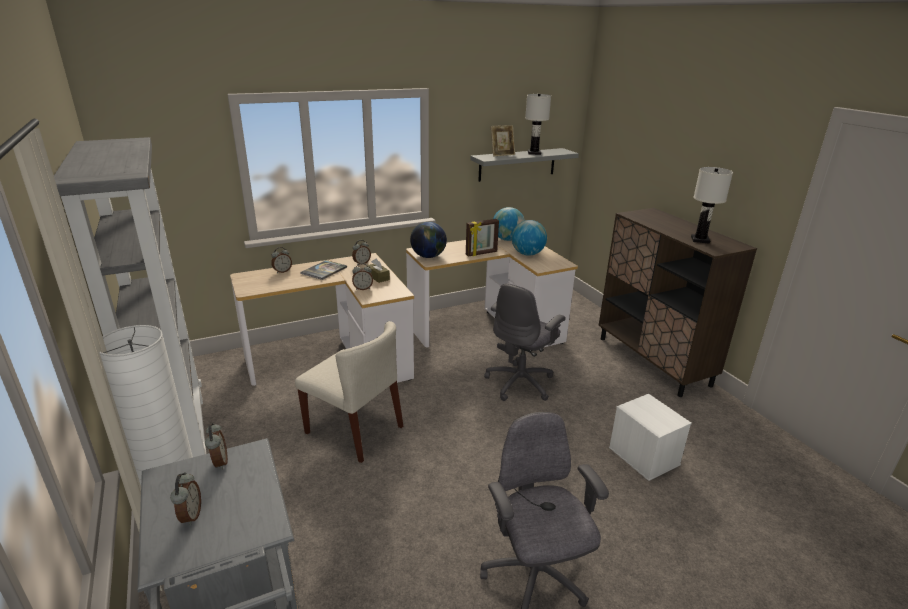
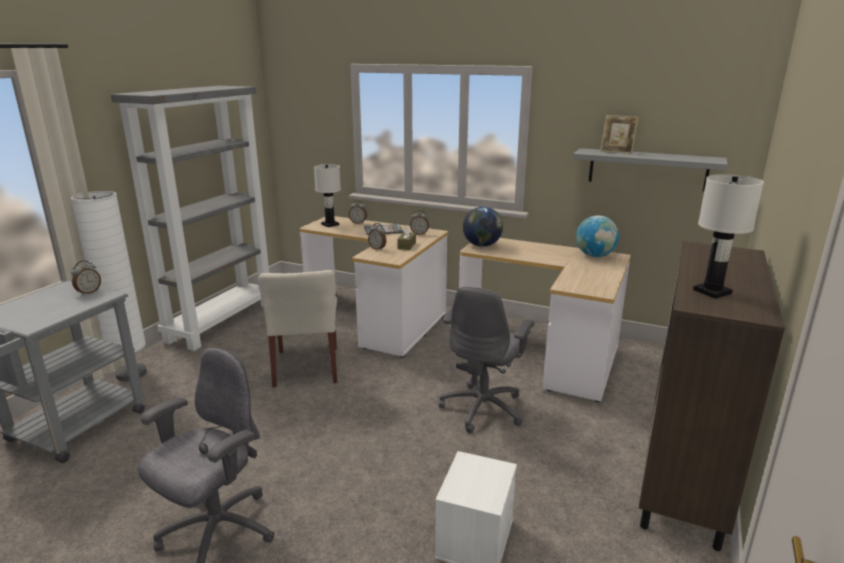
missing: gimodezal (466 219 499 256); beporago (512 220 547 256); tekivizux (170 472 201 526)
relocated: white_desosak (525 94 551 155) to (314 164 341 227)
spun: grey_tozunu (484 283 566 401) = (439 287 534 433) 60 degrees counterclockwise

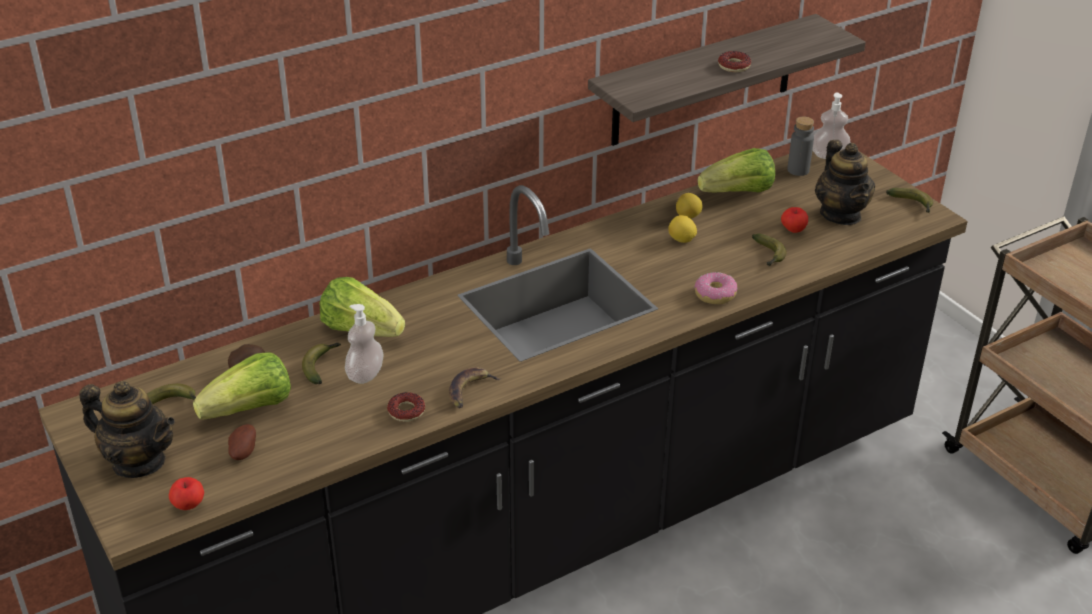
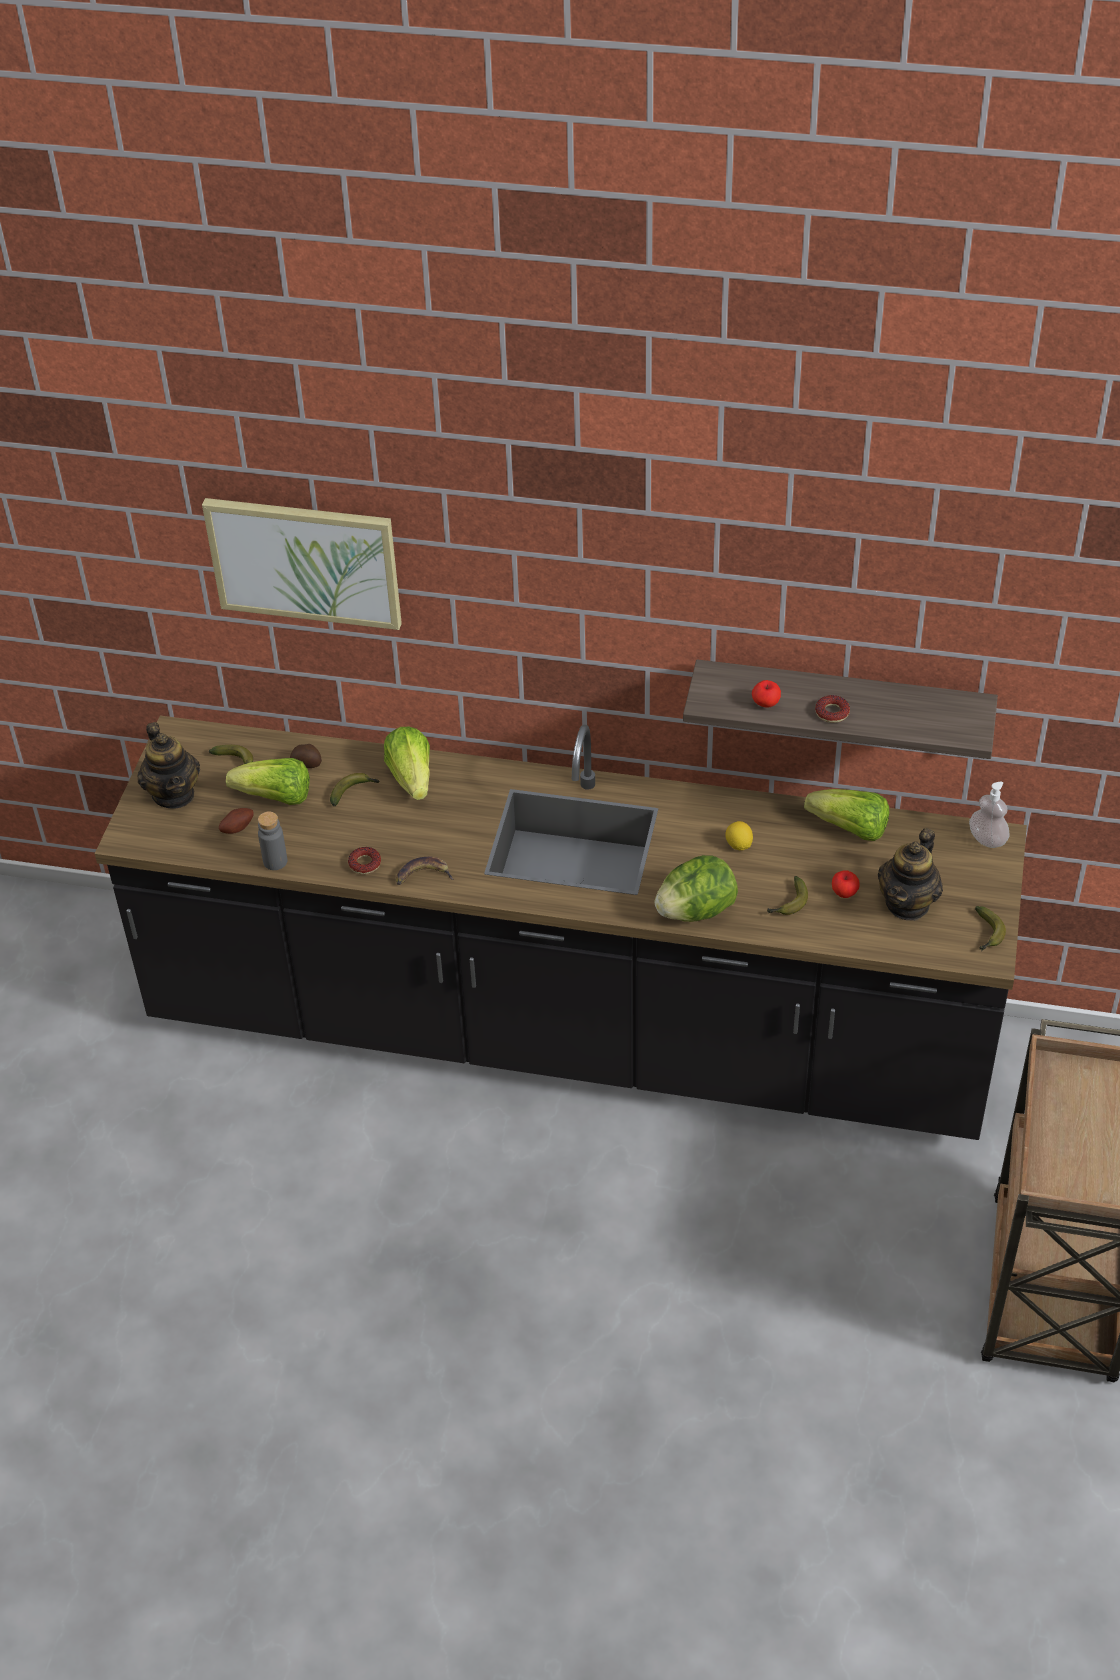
missing: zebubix (676 193 703 218); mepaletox (345 304 384 384)
appeared: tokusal (202 498 402 630)
relocated: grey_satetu (788 116 814 176) to (258 812 287 870); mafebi (169 477 204 510) to (752 680 781 708)
exchanged: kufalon (694 272 737 304) to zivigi (654 855 738 922)

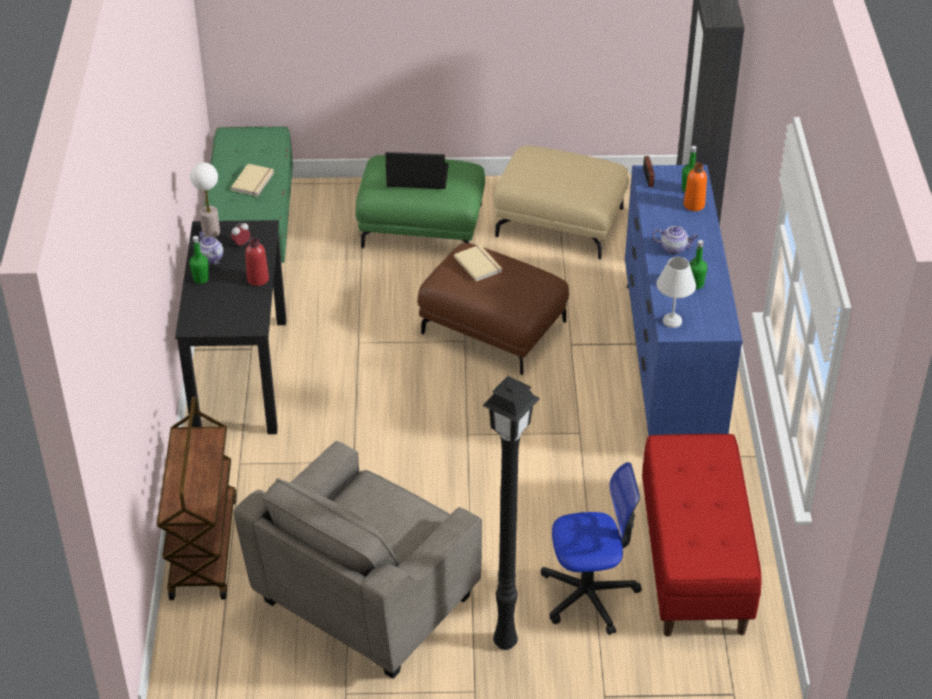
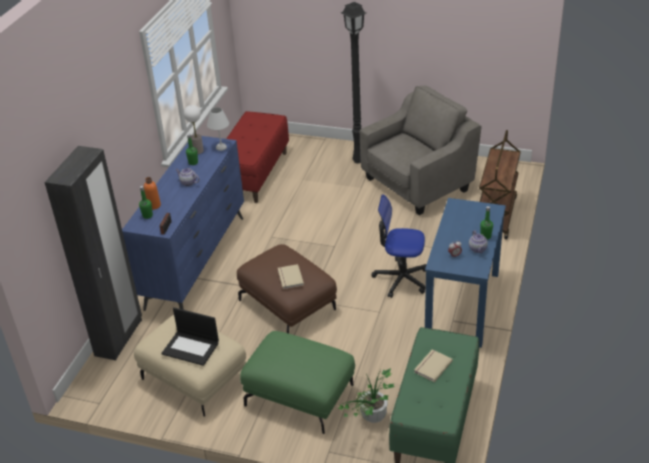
missing: red_satetu (245 237 269 286)
appeared: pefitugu (338 368 395 423)
relocated: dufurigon (385 152 449 189) to (161 307 219 366); desosak (190 163 220 237) to (184 105 204 154); tozunu (541 462 642 635) to (371 194 427 298)
colour: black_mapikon (175 220 286 434) to blue_mapikon (425 198 506 348)

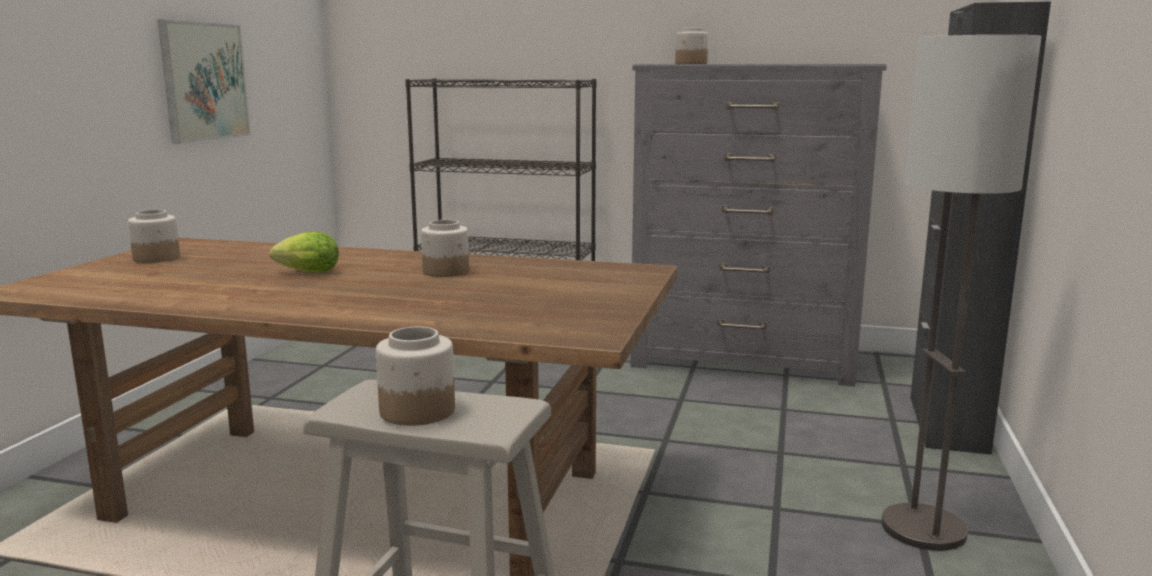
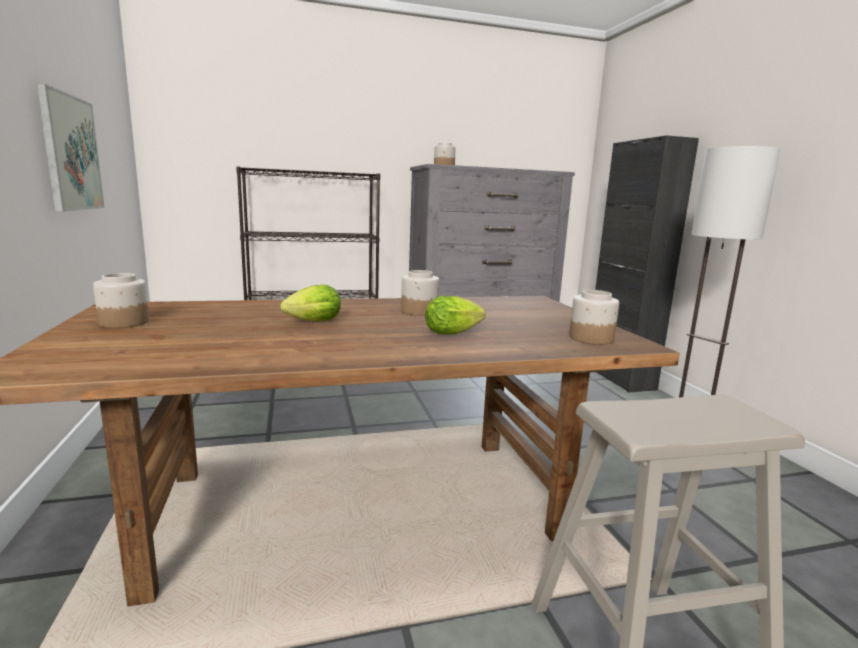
appeared: zivigi (425 296 485 334)
relocated: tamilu (376 327 455 426) to (569 290 619 345)

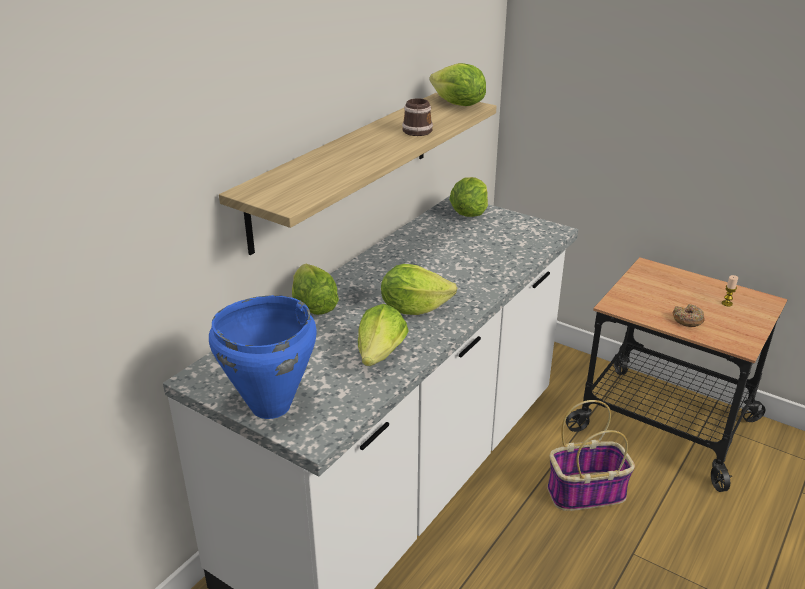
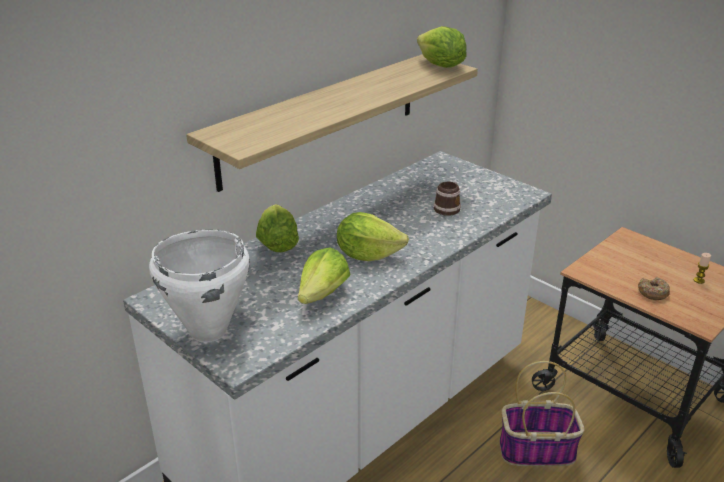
missing: zivigi (449 177 488 217)
relocated: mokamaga (402 98 433 136) to (434 182 461 216)
colour: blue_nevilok (209 295 317 419) to white_nevilok (149 229 250 342)

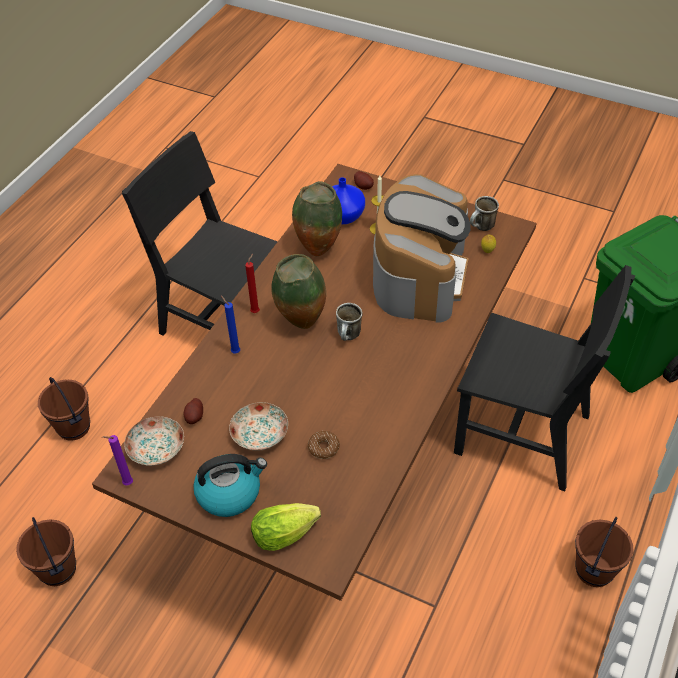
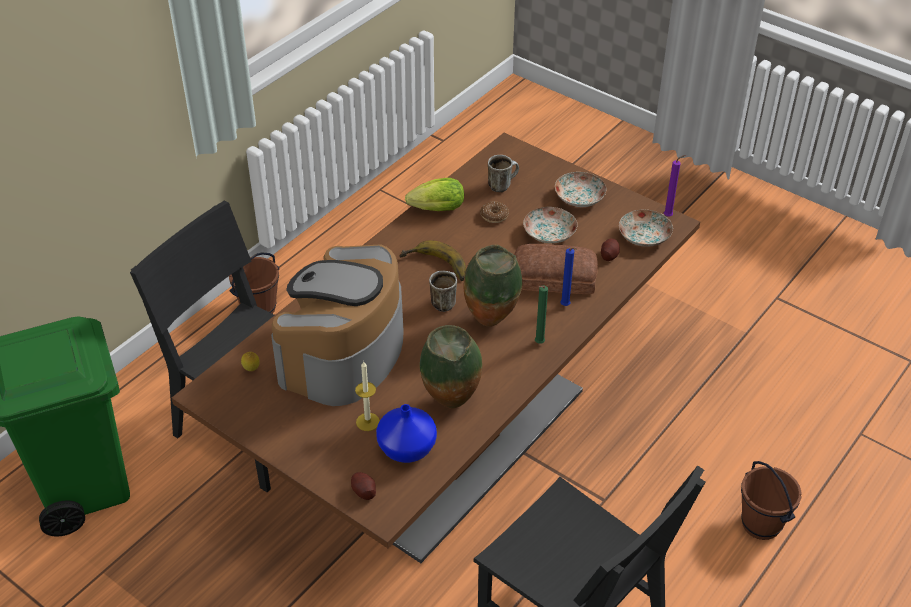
missing: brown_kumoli (16 517 76 586)
appeared: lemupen (400 240 466 281); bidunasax (514 244 598 294)
relocated: mokamaga (470 196 499 231) to (488 155 519 192); zivigi (251 503 321 551) to (405 178 464 211)
exchanged: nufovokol (193 454 267 517) to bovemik (555 172 607 207)
colour: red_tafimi (245 254 260 313) to green_tafimi (535 286 548 344)

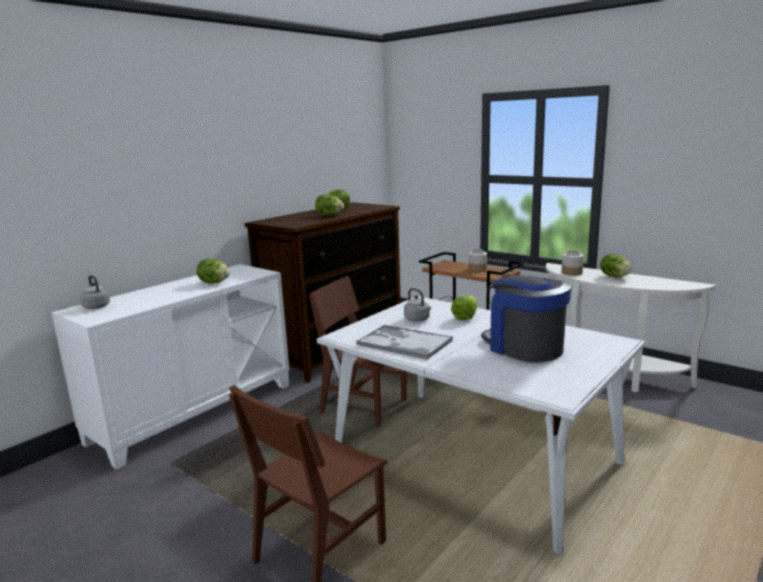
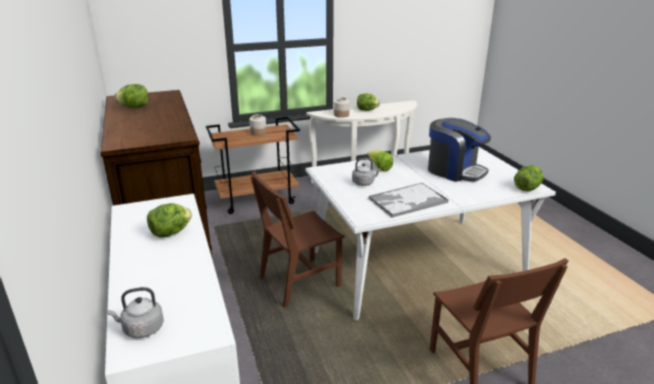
relocated: zivigi (315 194 344 216) to (514 165 543 191)
spun: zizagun (481 274 572 363) = (428 118 491 182) 135 degrees counterclockwise

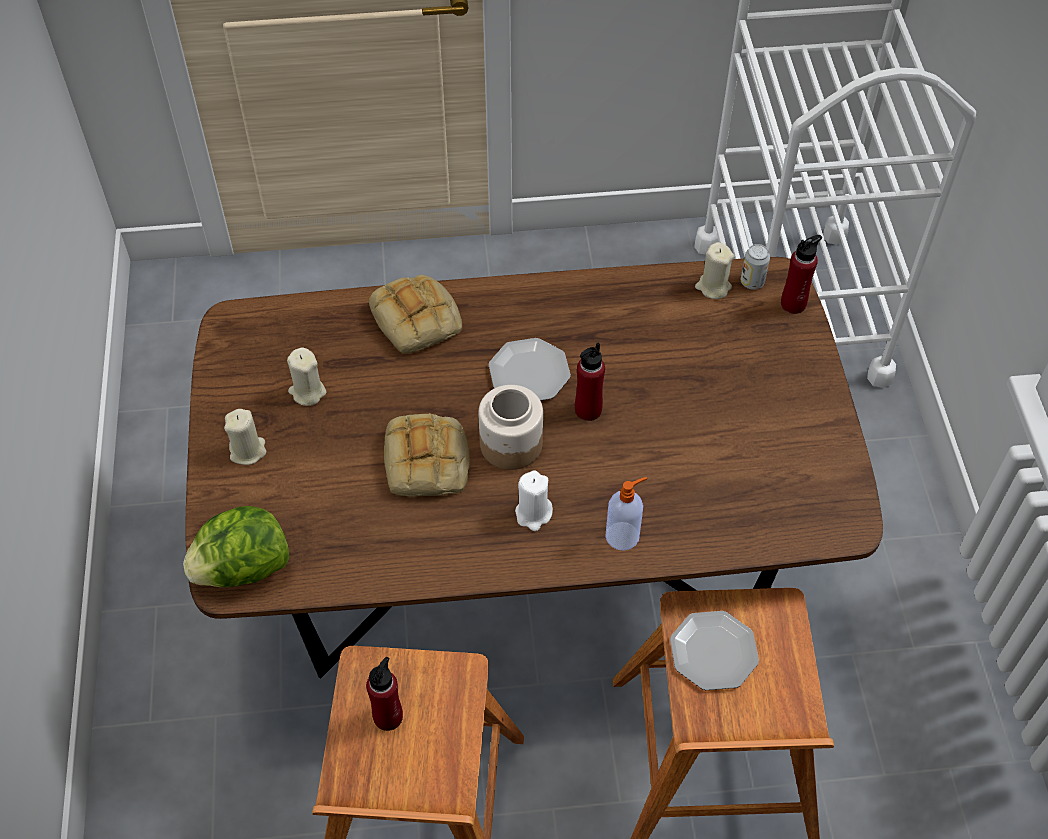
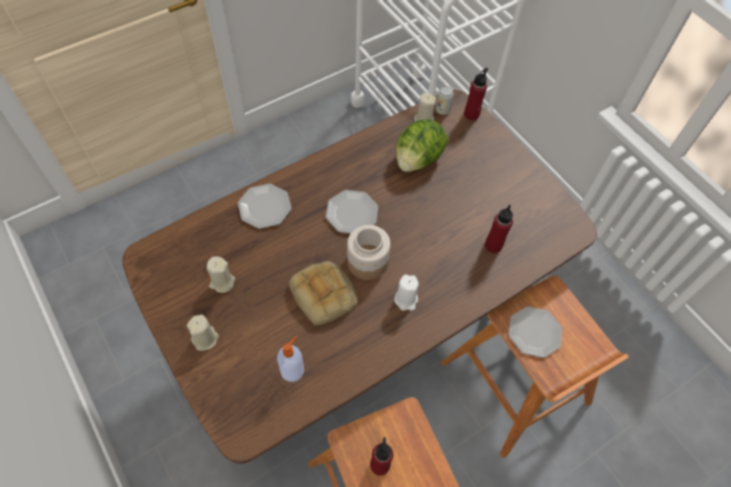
relocated: red_satetu (575 343 605 421) to (485 205 513 253); mepaletox (605 477 647 551) to (277 335 304 382); zivigi (183 506 289 587) to (396 119 449 172)
exchanged: bidunasax (369 275 462 354) to bovemik (238 184 292 229)

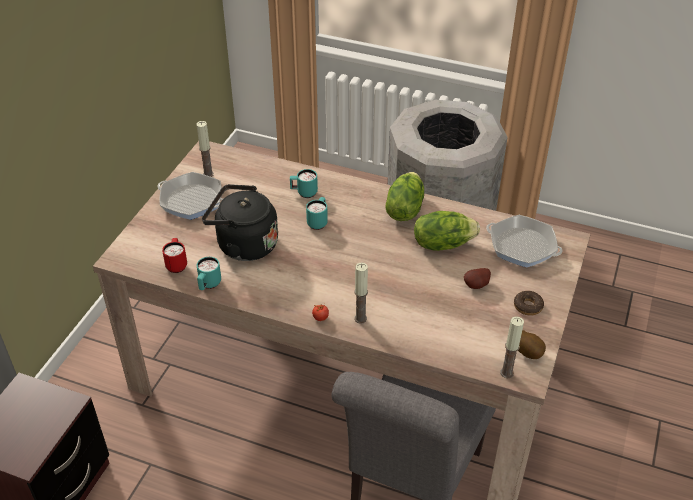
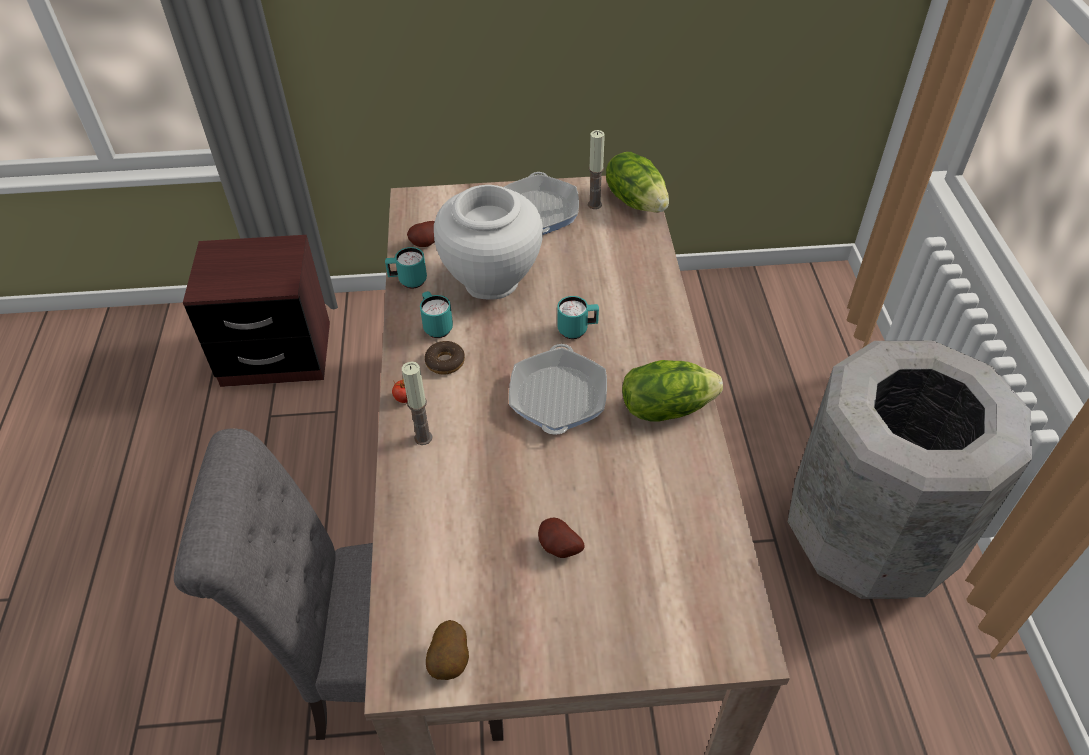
missing: tafimi (500 316 524 378)
relocated: turquoise_mokamaga (290 169 318 198) to (420 291 453 338); zivigi (414 211 480 251) to (606 152 669 213); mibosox (486 215 563 267) to (509 344 607 435); kufalon (514 291 544 316) to (424 341 465 375)
exchanged: black_nufovokol (202 184 278 261) to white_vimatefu (434 185 543 300); red_mokamaga (162 238 187 273) to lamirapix (407 221 435 247)

